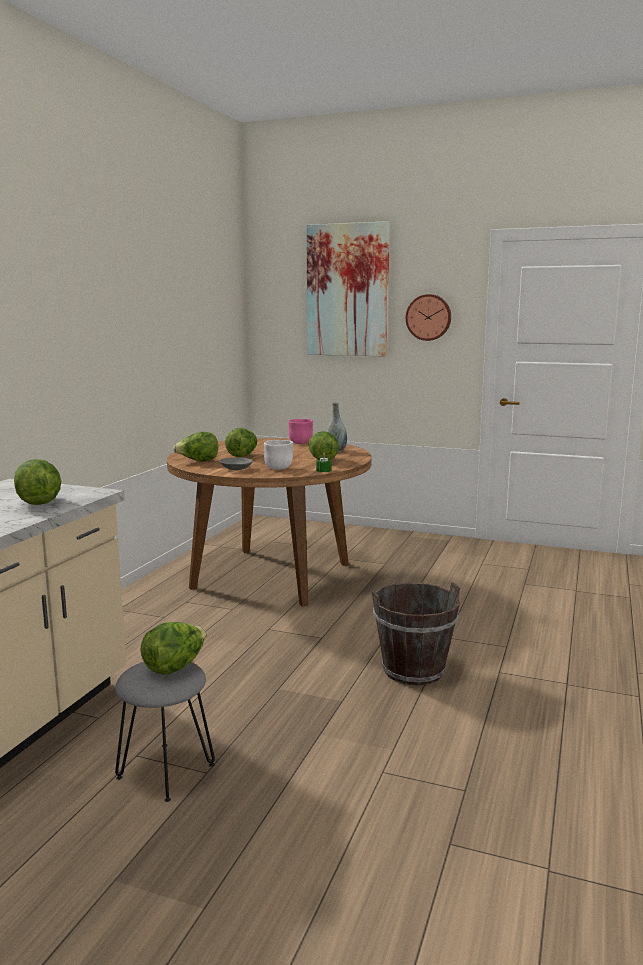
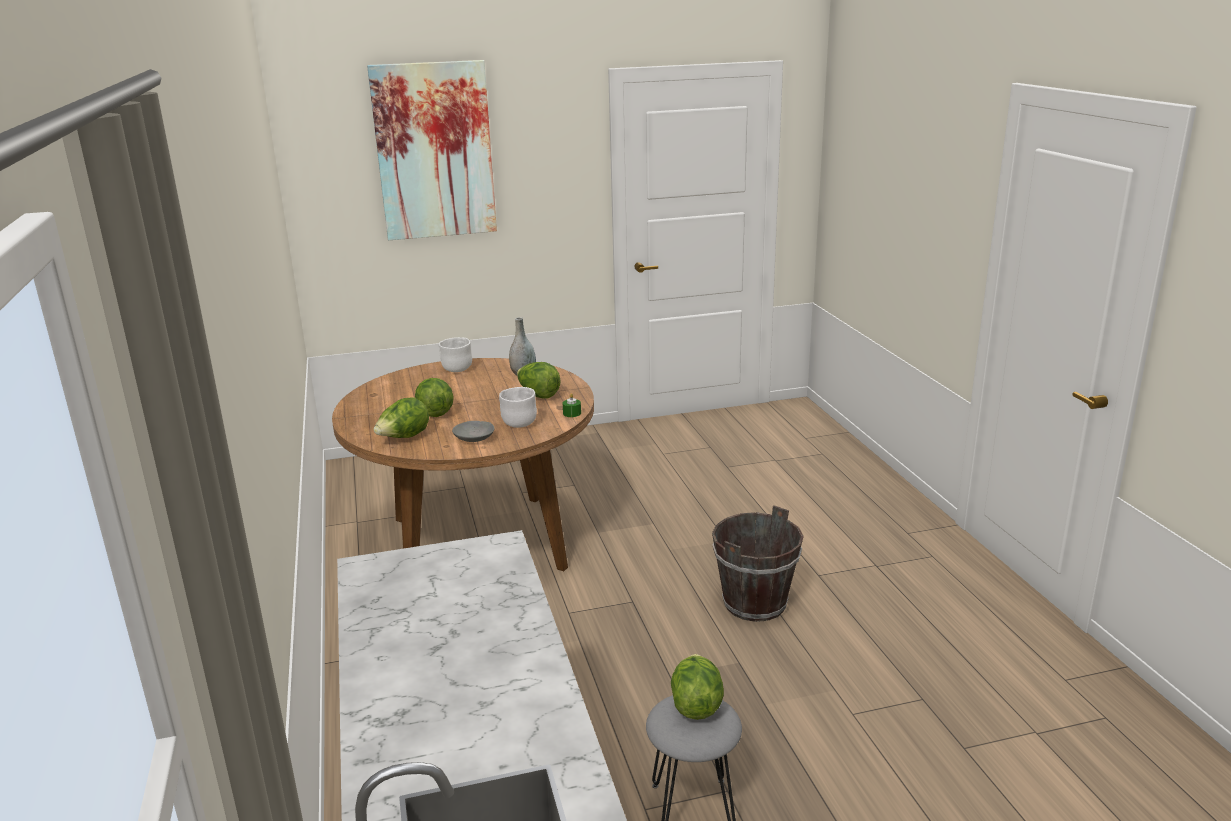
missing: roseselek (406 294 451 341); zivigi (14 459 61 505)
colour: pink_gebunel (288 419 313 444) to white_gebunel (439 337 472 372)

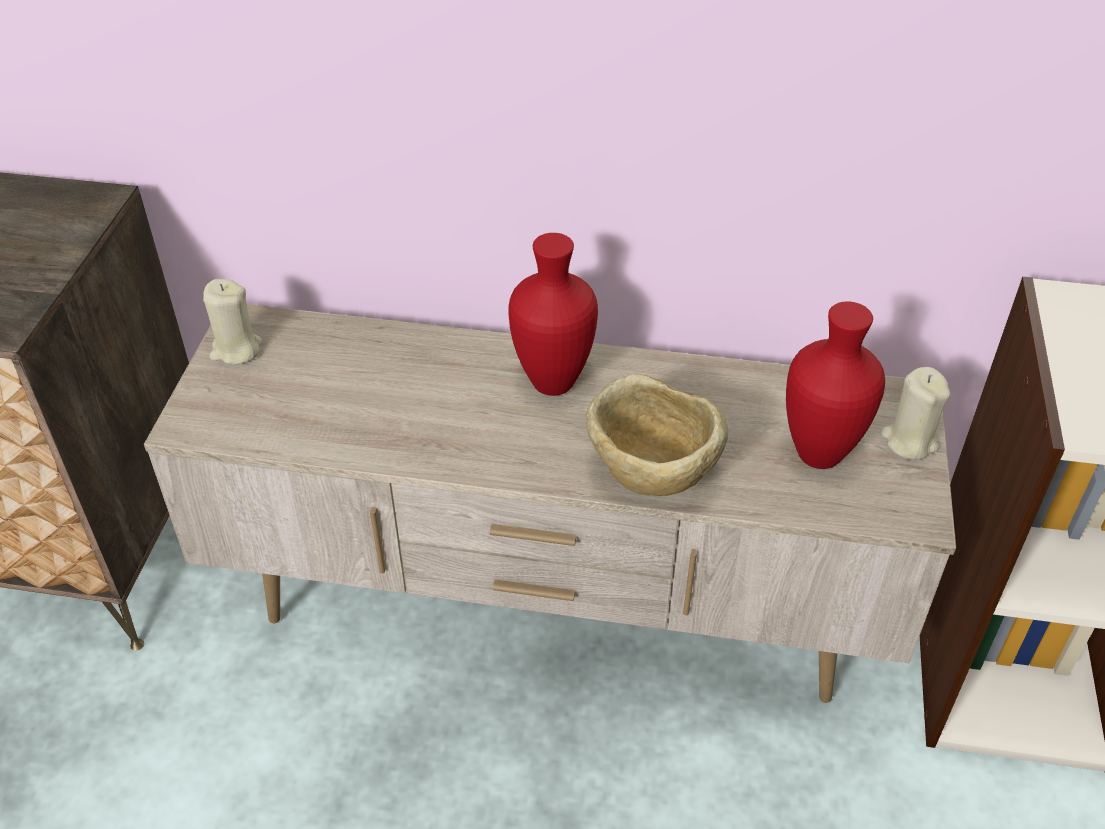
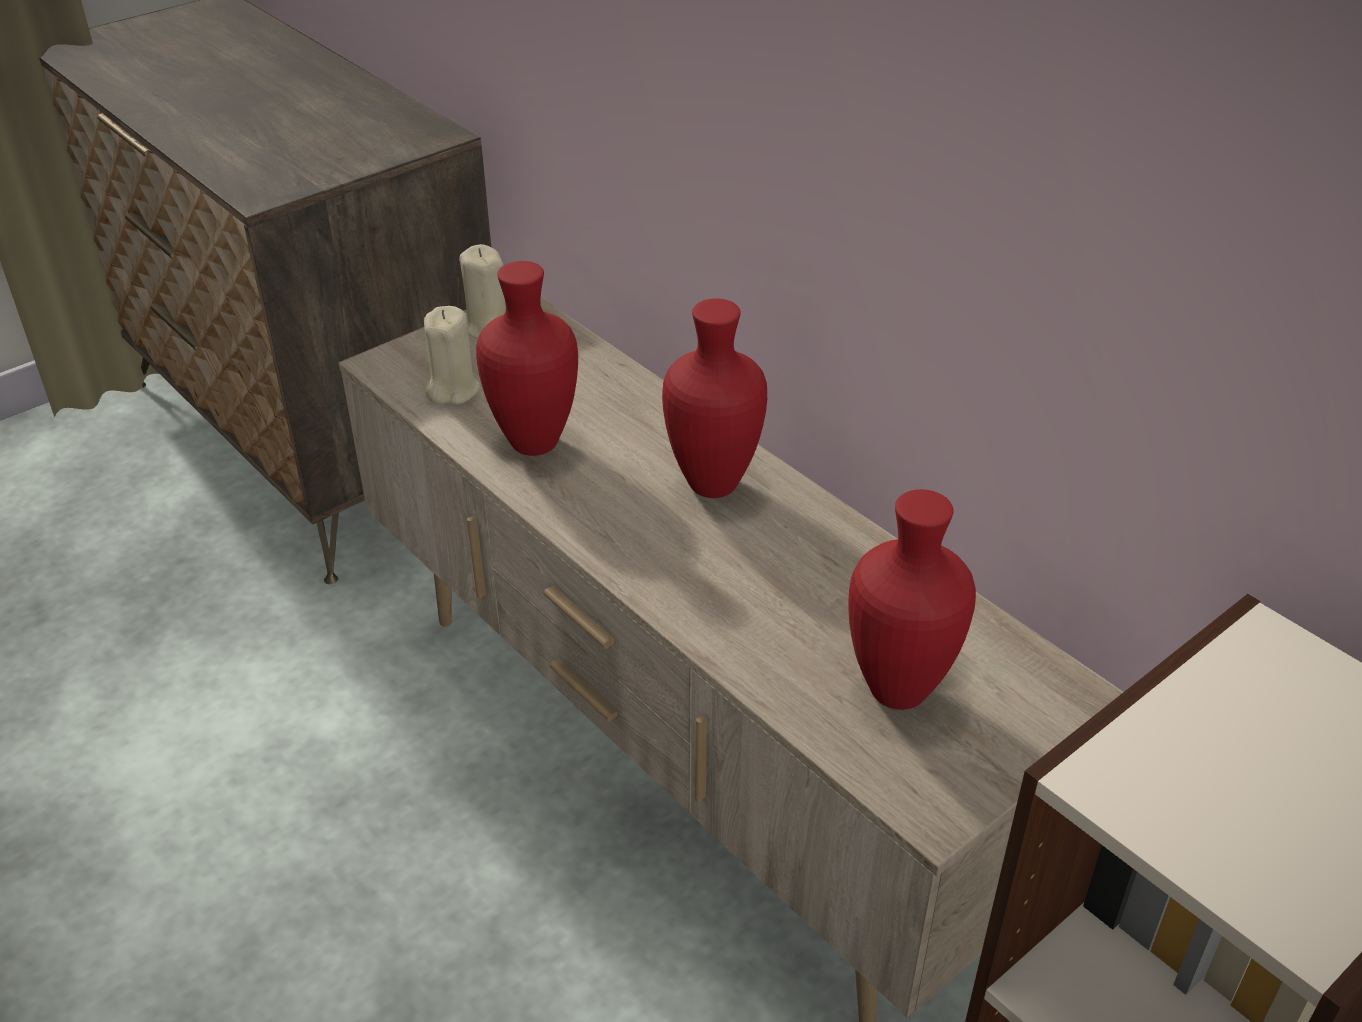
missing: beige_gebunel (586 374 728 496)
appeared: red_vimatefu (476 261 578 456)
relocated: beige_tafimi (880 367 951 460) to (424 306 480 405)

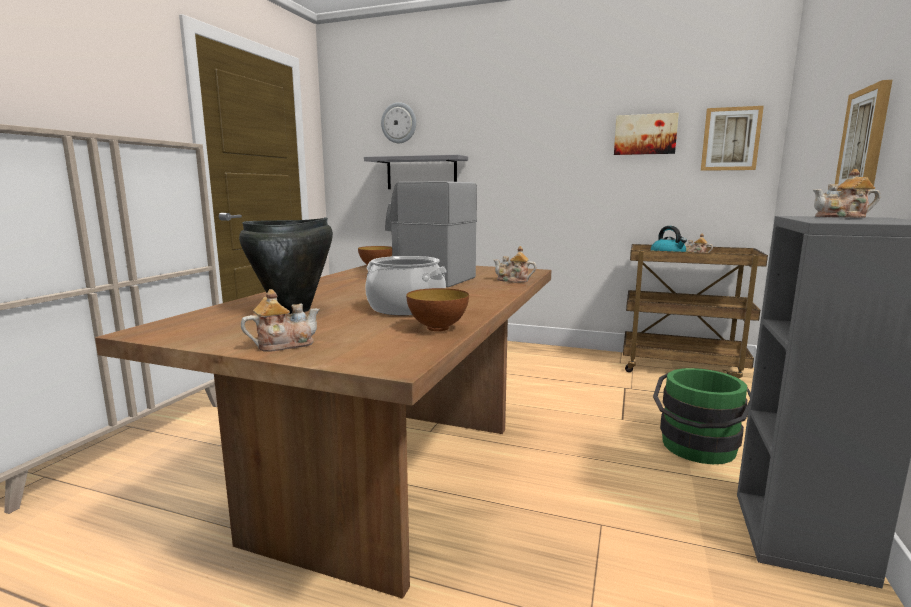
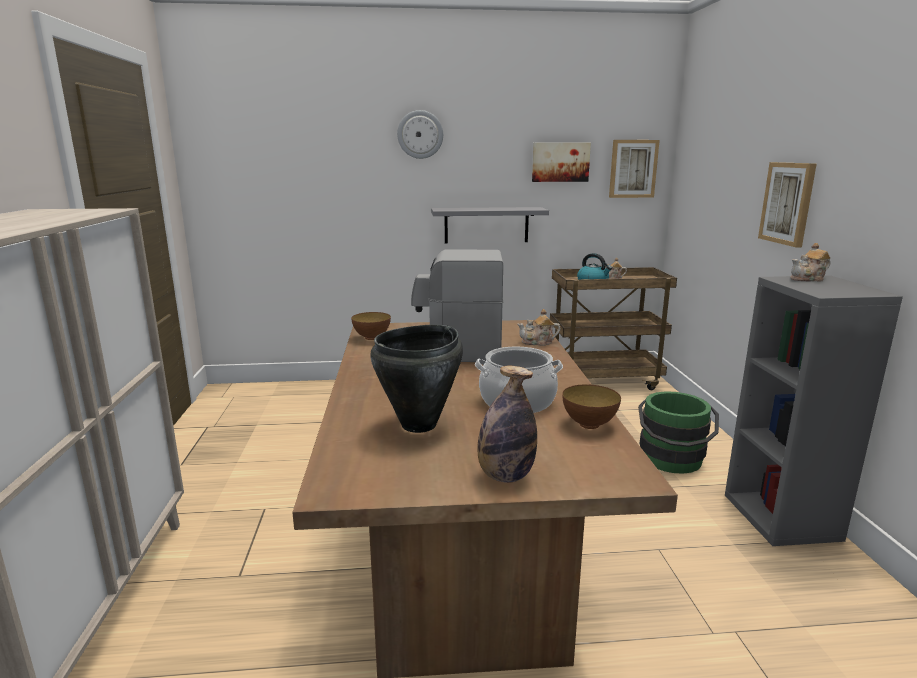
relocated: roseselek (381 102 416 143) to (397 110 443 159); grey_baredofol (364 155 468 189) to (431 207 549 243)
exchanged: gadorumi (241 289 320 352) to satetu (477 366 537 483)

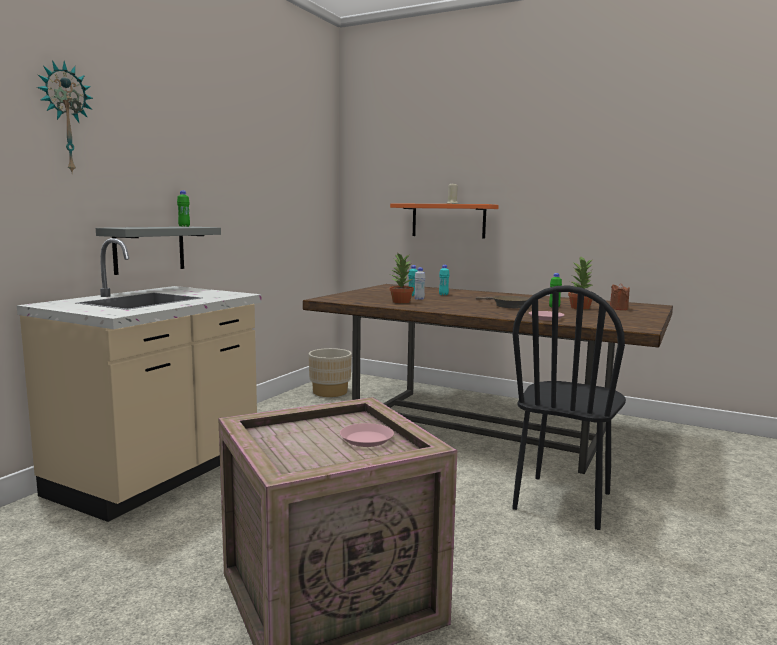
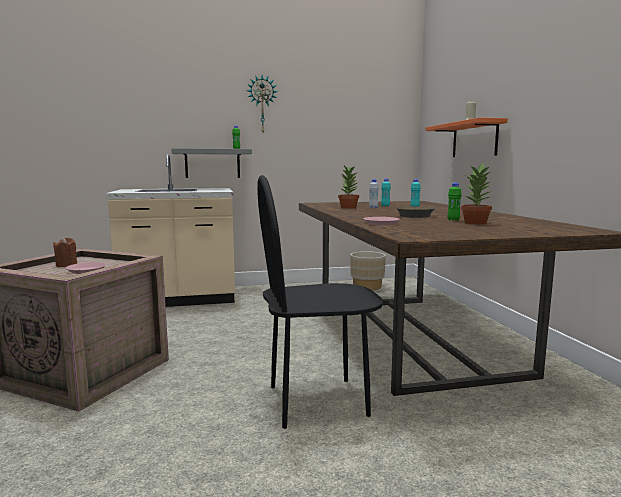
relocated: roseselek (37 60 93 174) to (246 75 278 132); brown_tafimi (610 283 630 310) to (53 237 78 267)

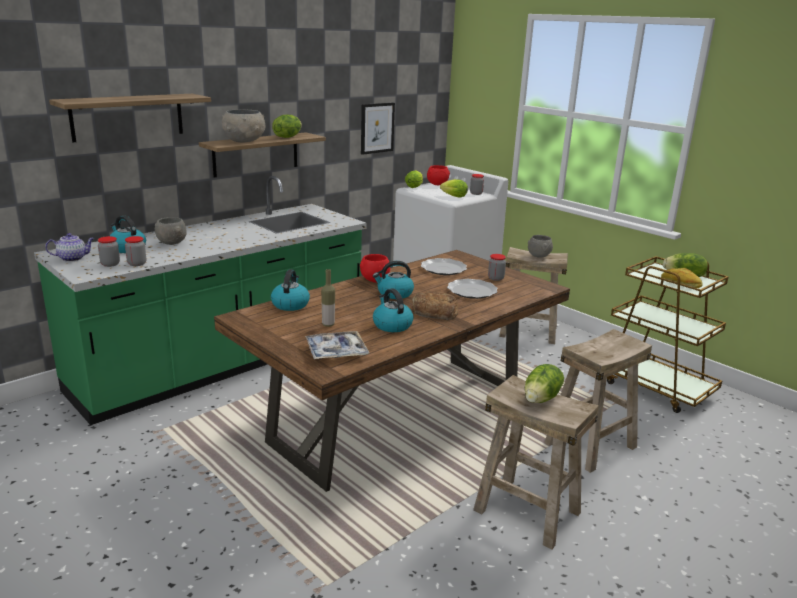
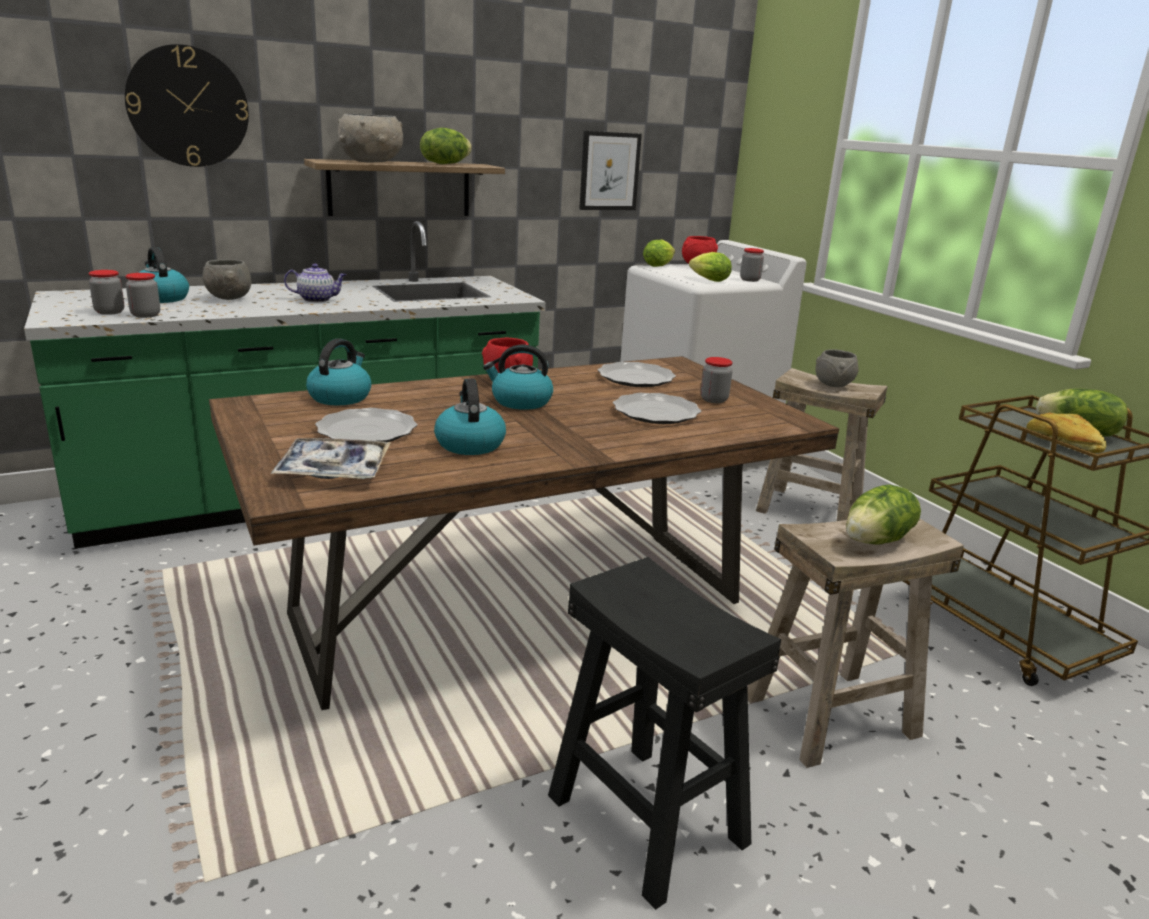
missing: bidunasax (412 291 459 320)
relocated: gadorumi (45 233 94 262) to (284 263 347 302); zivigi (525 364 564 403) to (846 485 921 545)
exchanged: baredofol (49 94 211 142) to roseselek (125 44 249 167); satetu (321 269 335 327) to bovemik (315 408 417 442)
colour: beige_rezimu (473 375 599 550) to black_rezimu (548 557 781 910)

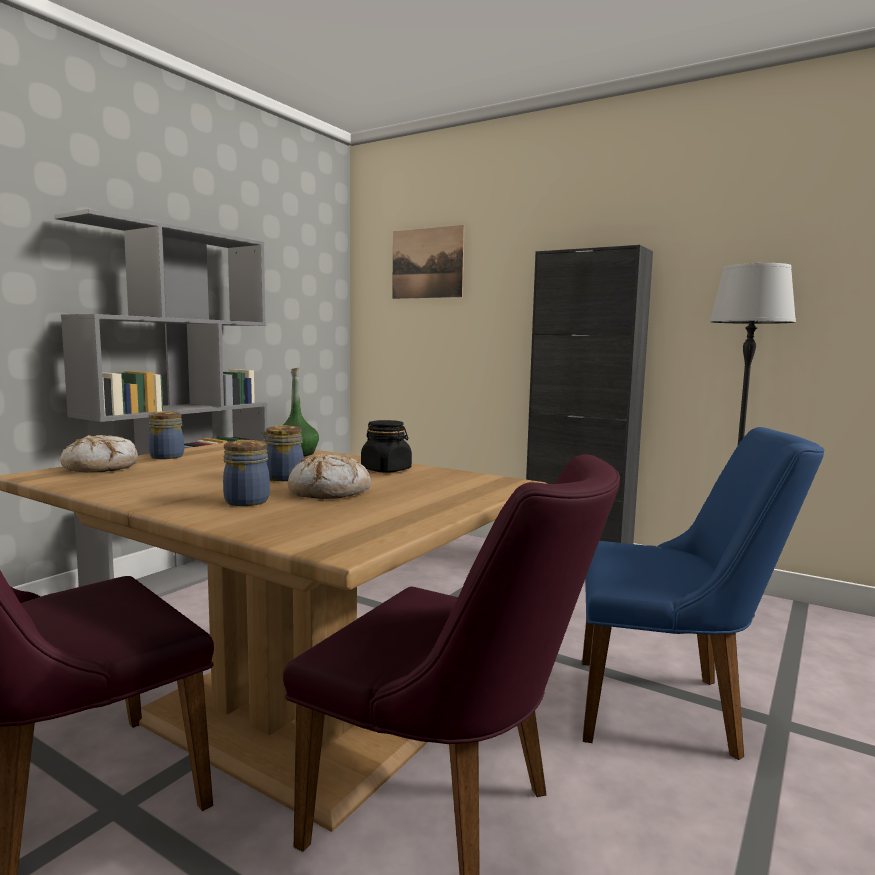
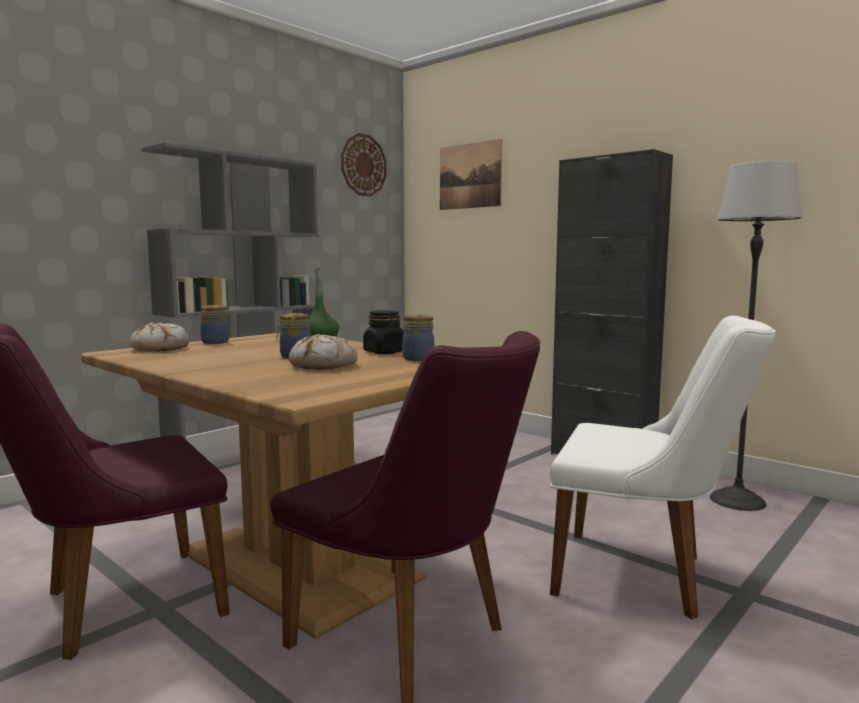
appeared: roseselek (341 133 387 196)
relocated: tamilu (223 440 270 506) to (402 314 434 361)
colour: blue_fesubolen (582 427 825 760) to white_fesubolen (550 316 776 619)

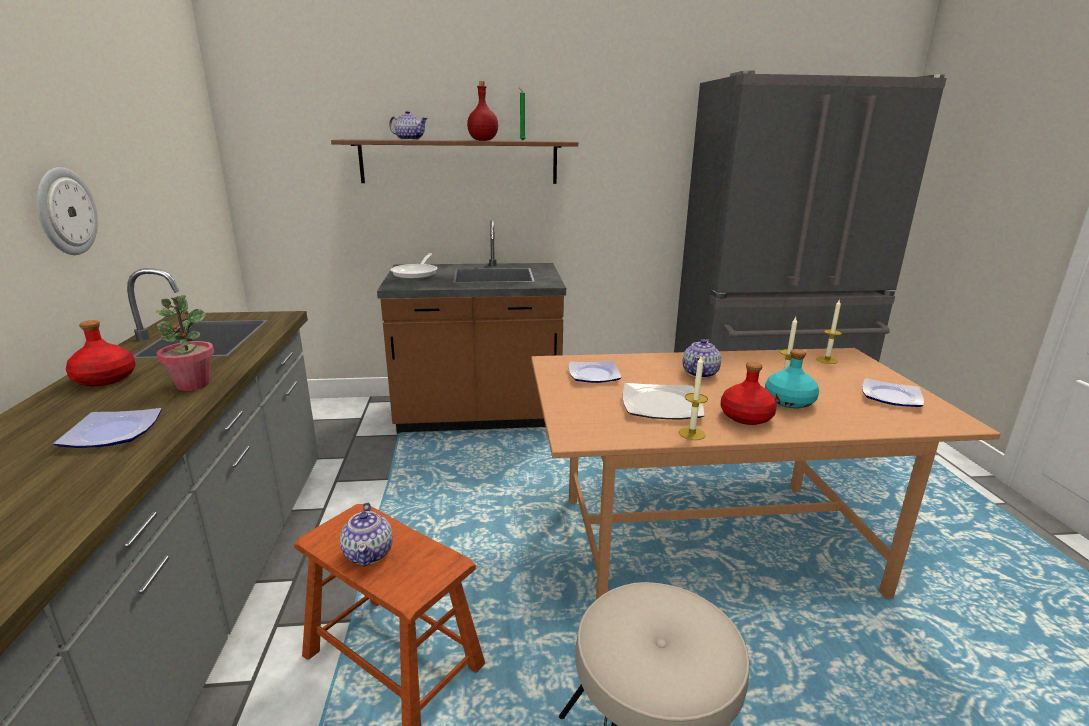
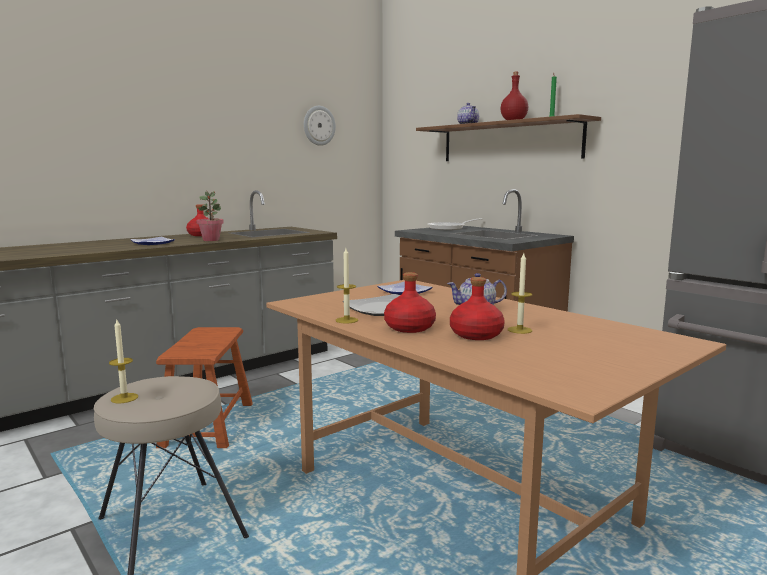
missing: bovemik (862 378 924 407); gadorumi (340 503 393 566)
relocated: roseselek (37 167 98 255) to (304 106 336 146); tafimi (817 299 842 364) to (109 320 138 403)
colour: turquoise_satetu (765 349 819 408) to red_satetu (450 277 505 340)

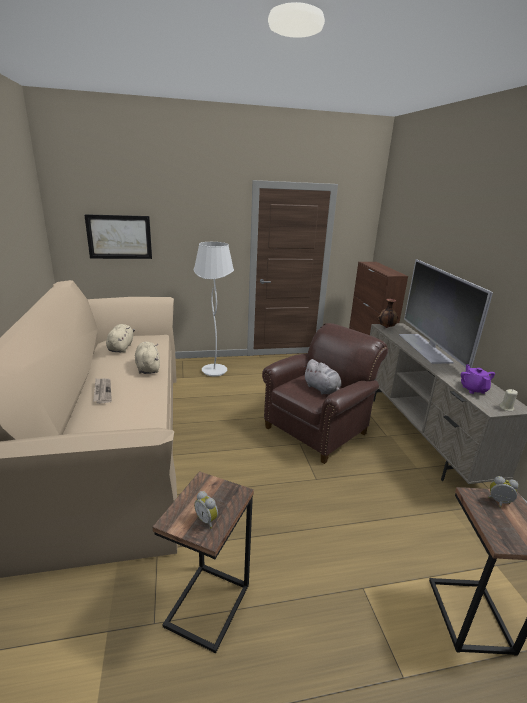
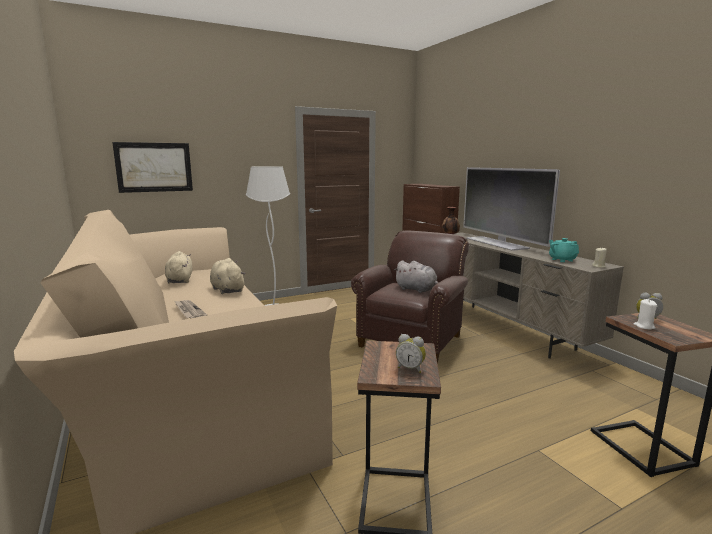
appeared: white_tafimi (634 299 657 330)
colour: purple_gadorumi (461 364 495 394) to turquoise_gadorumi (549 238 579 262)

